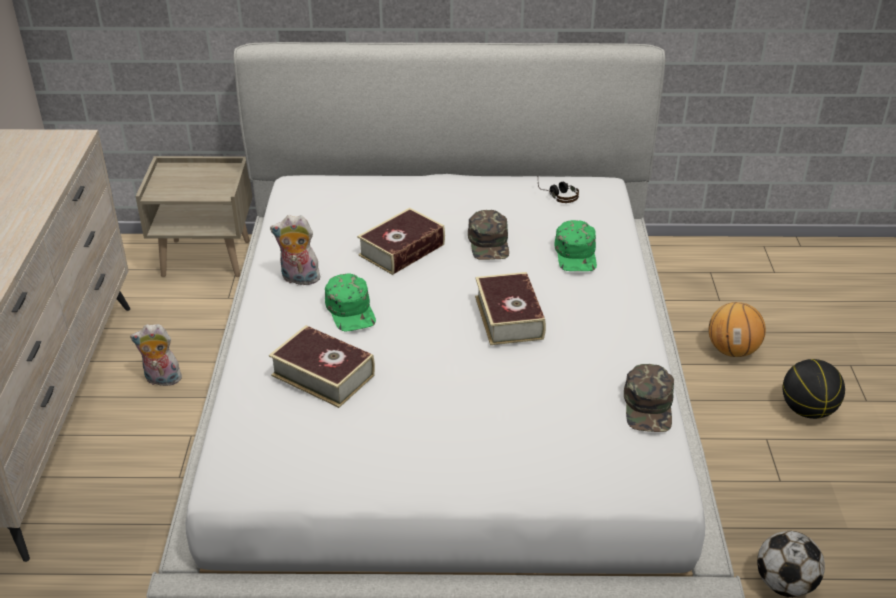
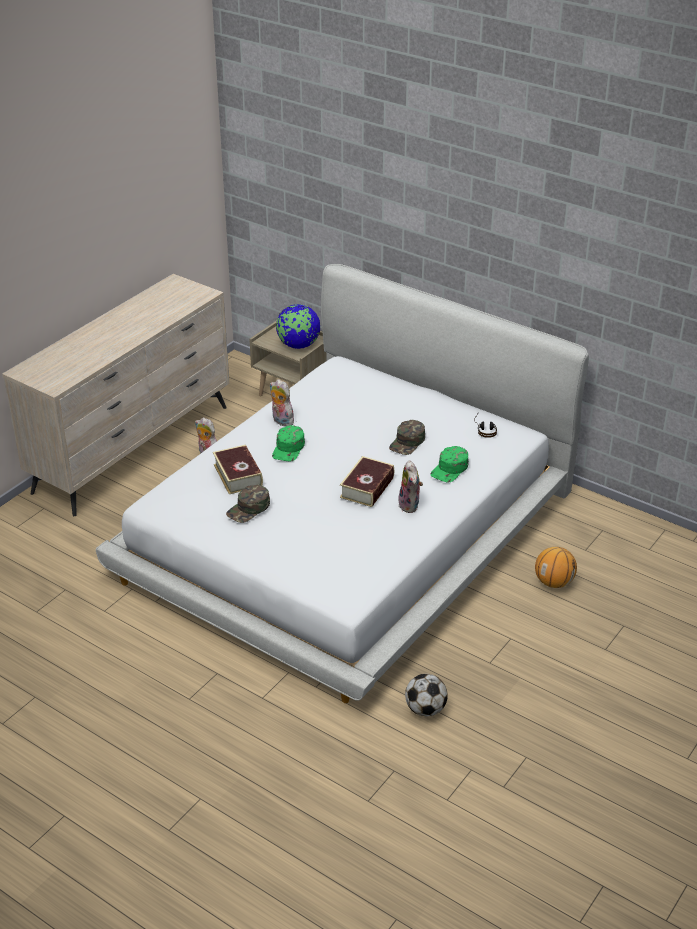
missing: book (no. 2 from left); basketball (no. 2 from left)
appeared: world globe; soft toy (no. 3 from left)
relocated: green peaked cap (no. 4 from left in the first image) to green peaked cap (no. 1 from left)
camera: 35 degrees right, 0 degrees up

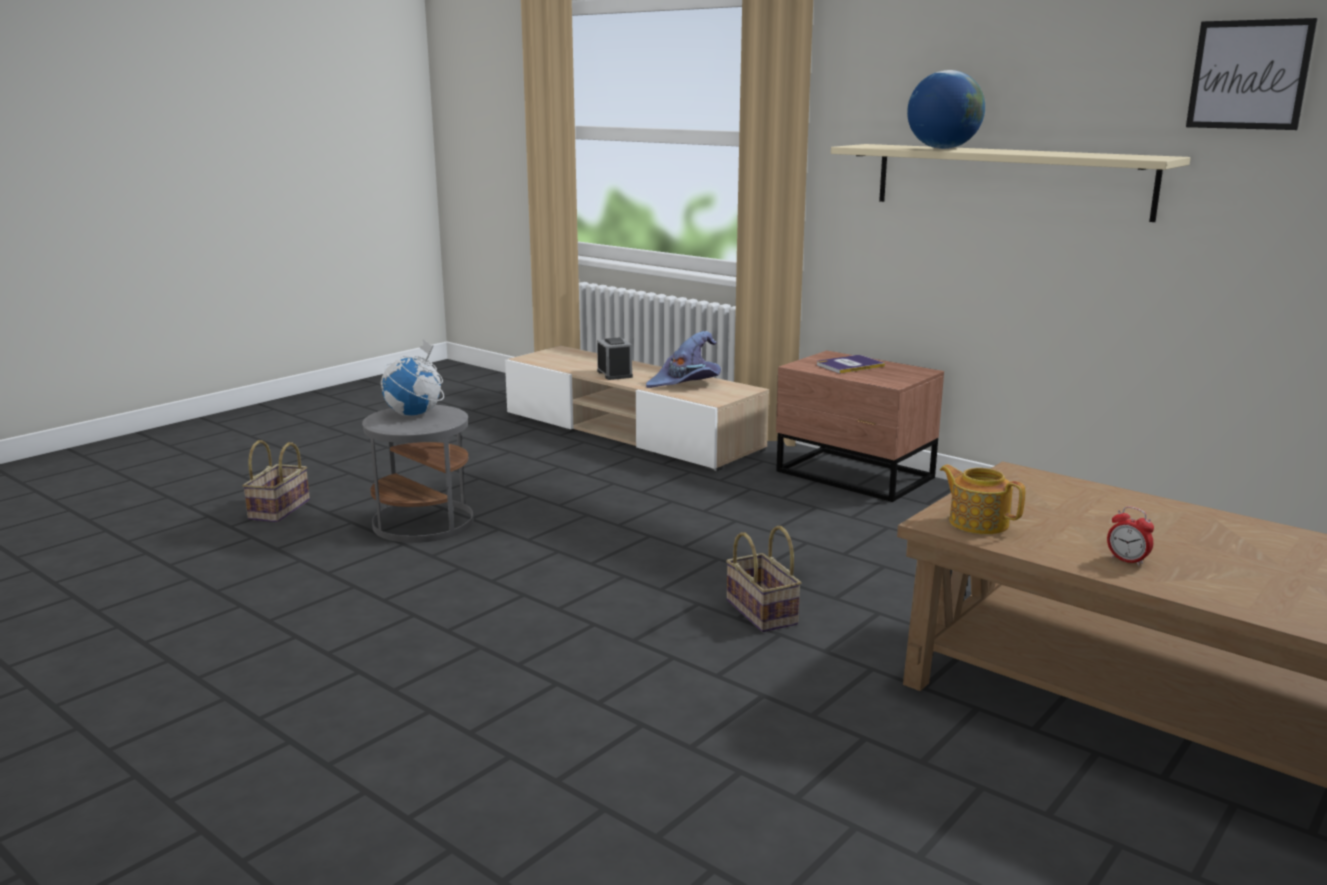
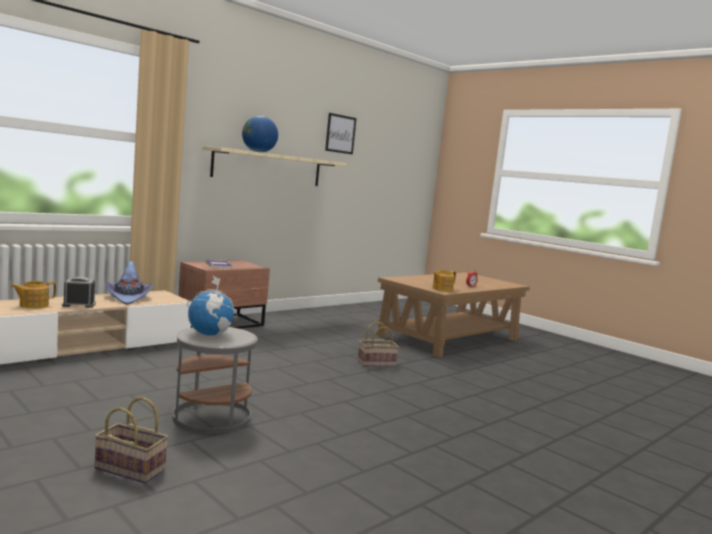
appeared: pot for tea (no. 1 from left)
camera: 85 degrees left, 10 degrees down

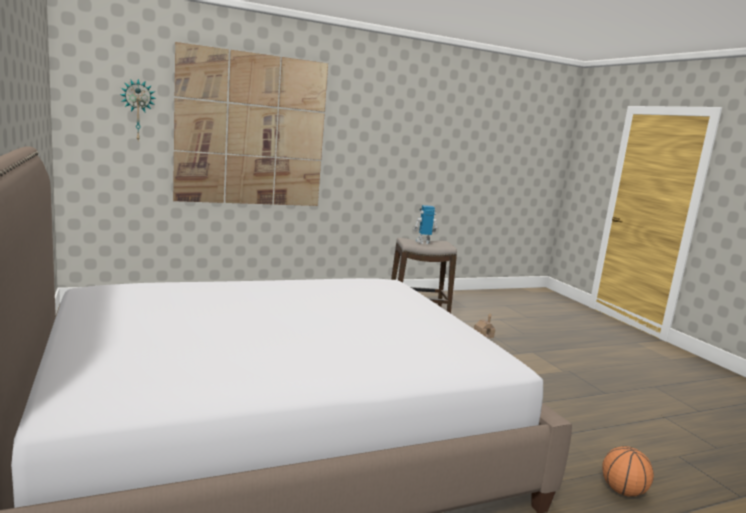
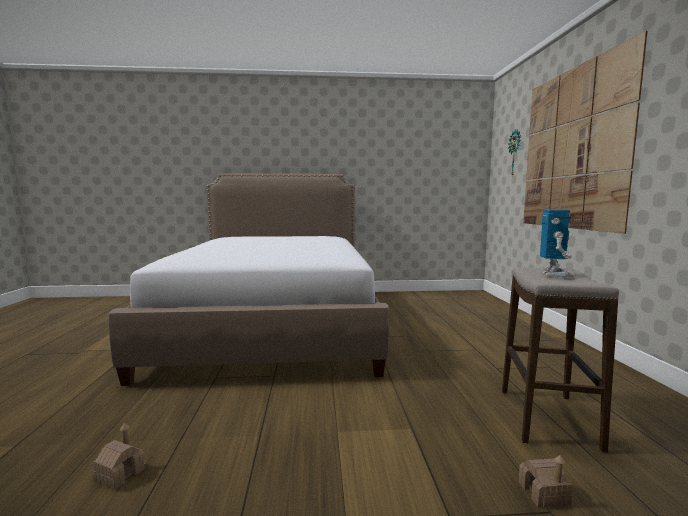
missing: basketball
appeared: miniature house (no. 1 from left)
camera: 110 degrees right, 5 degrees down

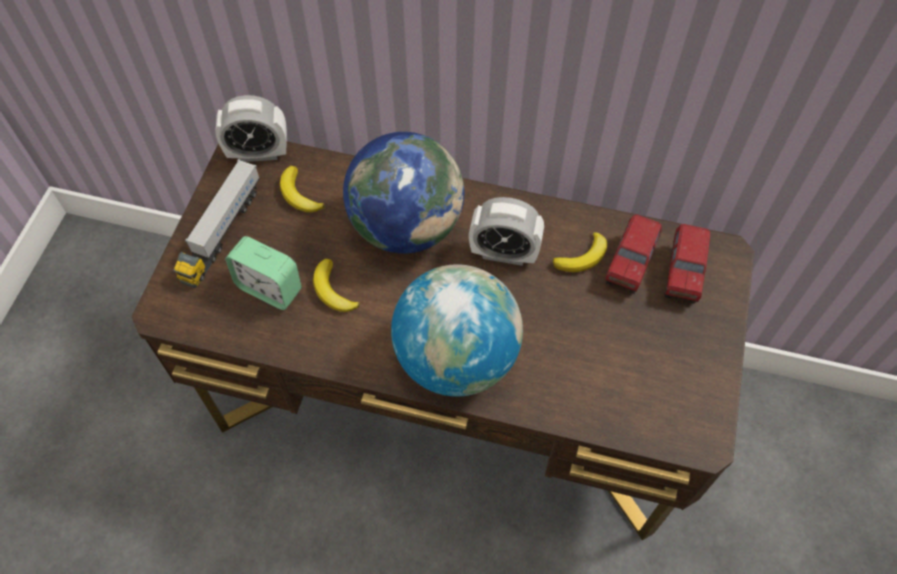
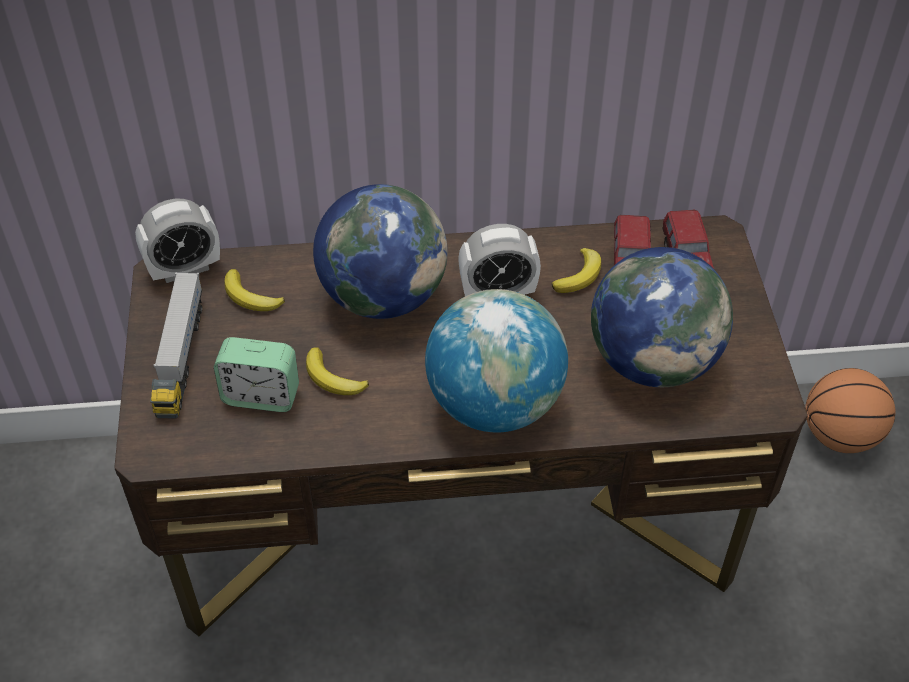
appeared: world globe (no. 3 from left); basketball
camera: 20 degrees left, 10 degrees down

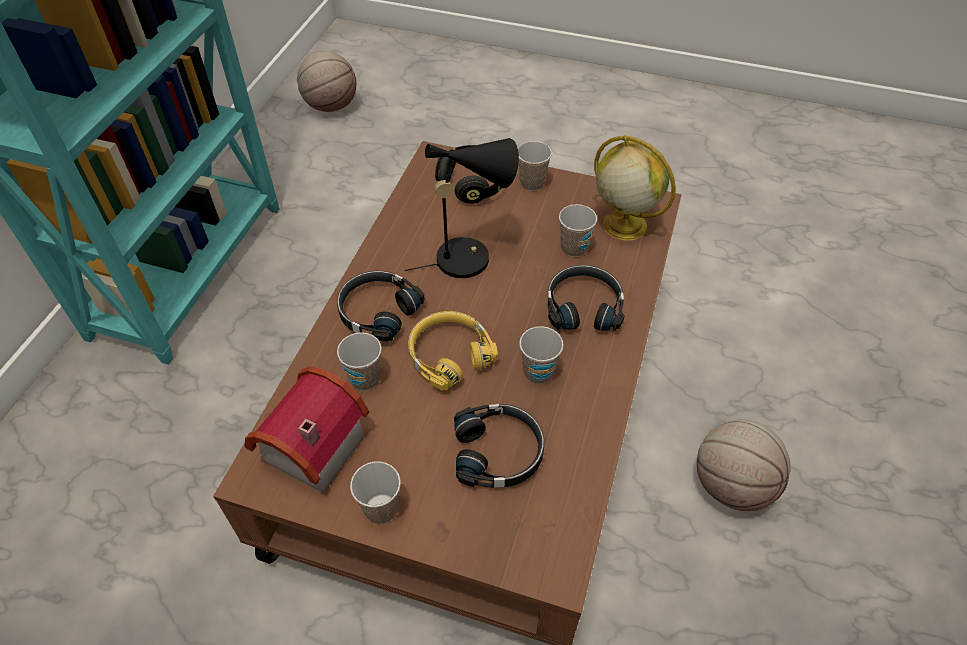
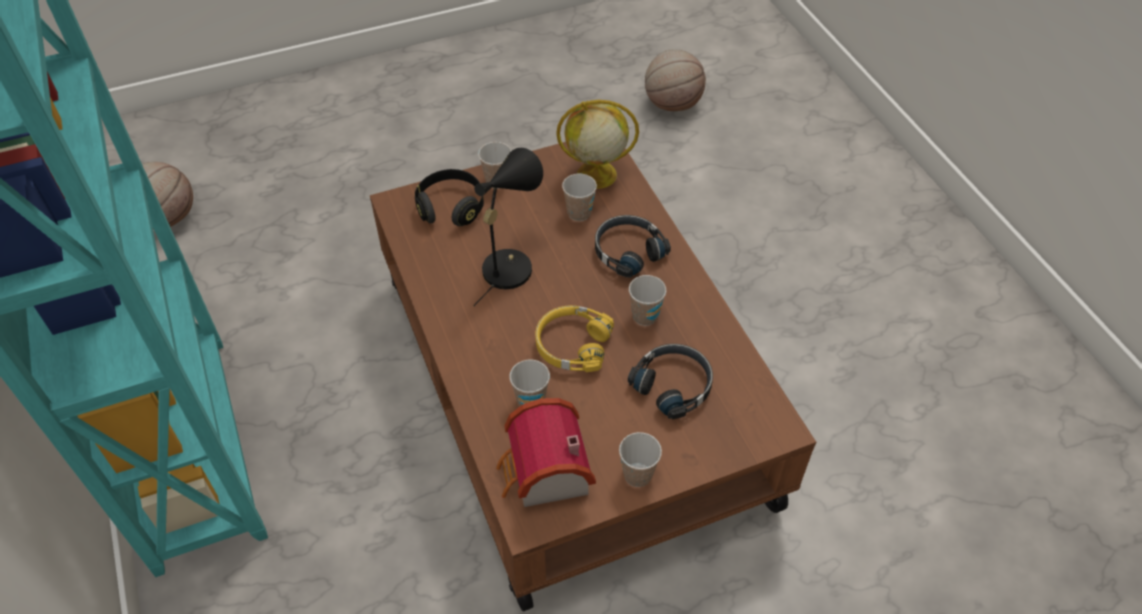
missing: black headset (no. 1 from left)
relocated: basketball (no. 2 from left)
camera: 40 degrees left, 0 degrees up

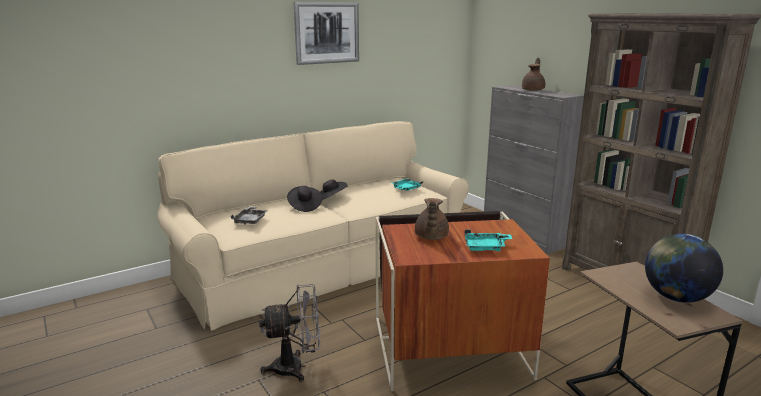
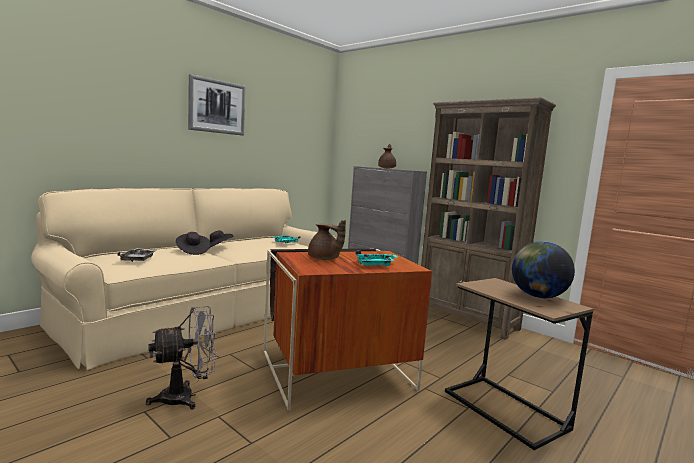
spun: brown-coloured pot for tea (no. 1 from left) 45 degrees counterclockwise
camera: 15 degrees left, 10 degrees down

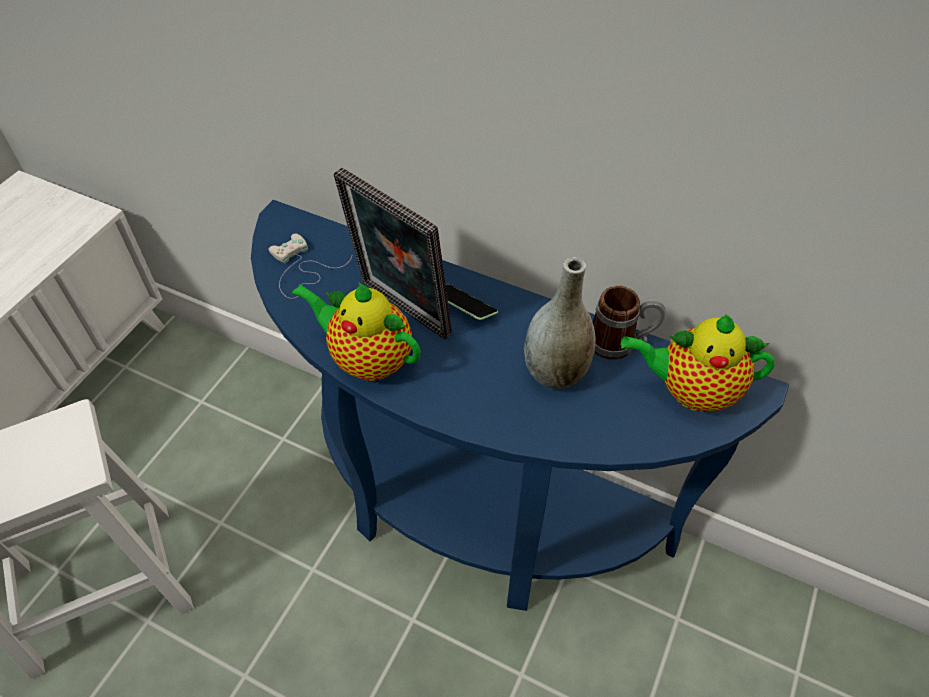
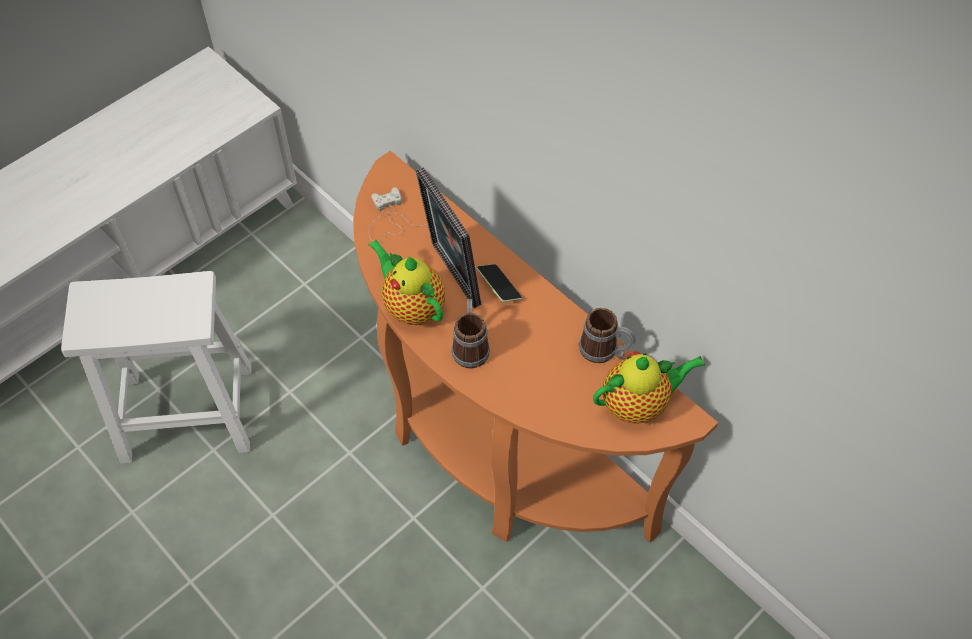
missing: gray flower vase
appeared: coffee mug (no. 1 from left)
colour: blue narrow table to orange narrow table
spun: pot for tea (no. 2 from left) 135 degrees clockwise
camera: 20 degrees right, 5 degrees up

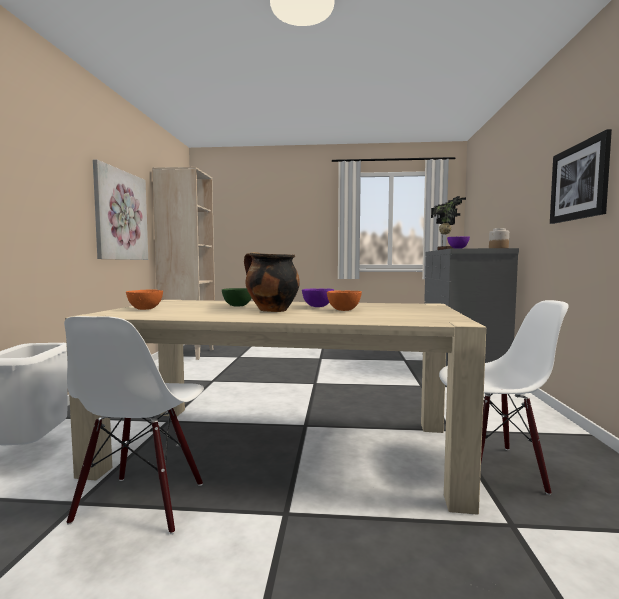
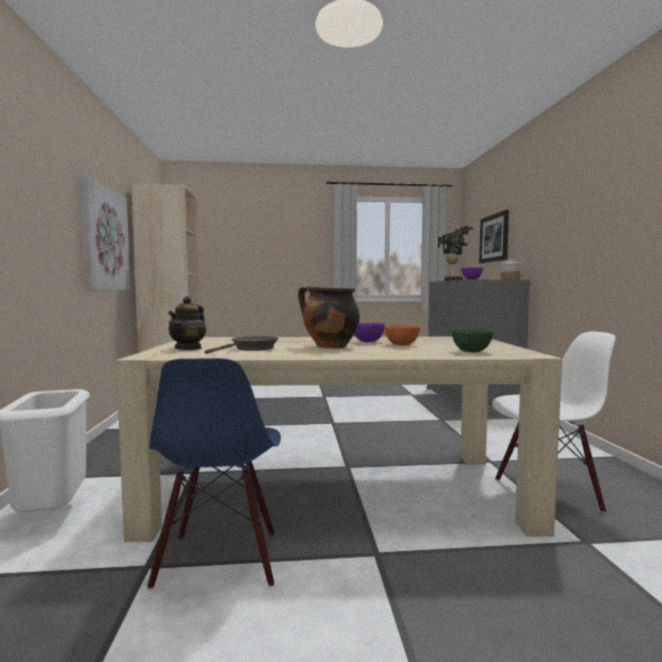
appeared: brown-coloured frying pan
relocated: green deep dish; wall picture (no. 2 from left)
exchanged: orange deep dish (no. 1 from left) to pot for tea
colour: white chair (no. 1 from left) to blue chair
camera: 10 degrees left, 0 degrees up

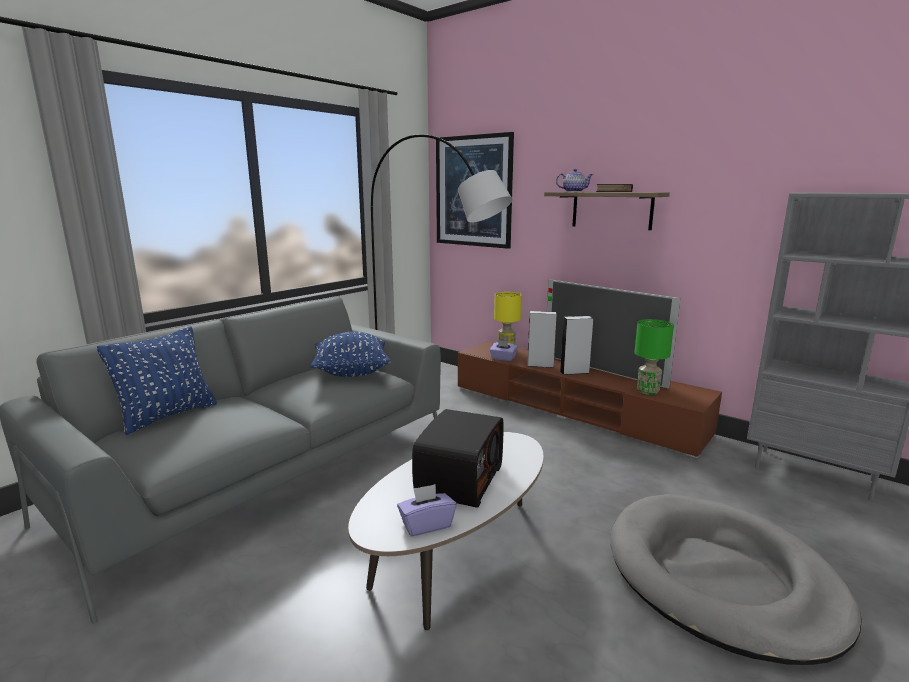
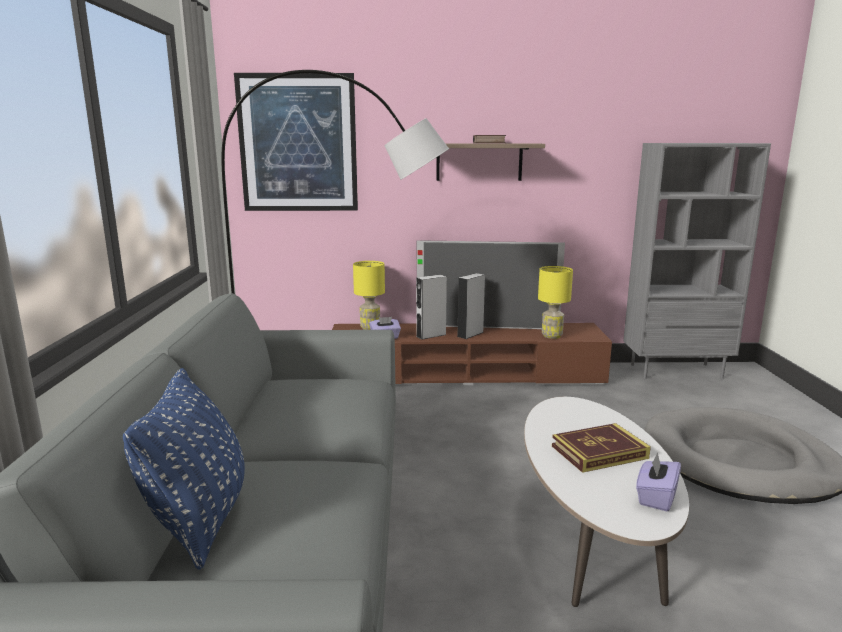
missing: blue pillow (no. 2 from left); pot for tea
exchanged: radio set to book (no. 2 from left)
colour: green table lamp to yellow-coloured table lamp (no. 2 from left)
camera: 40 degrees left, 0 degrees up

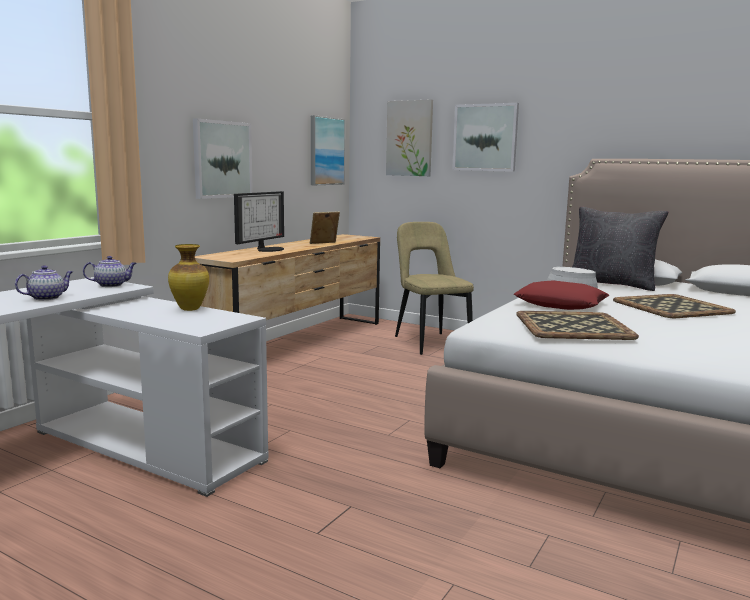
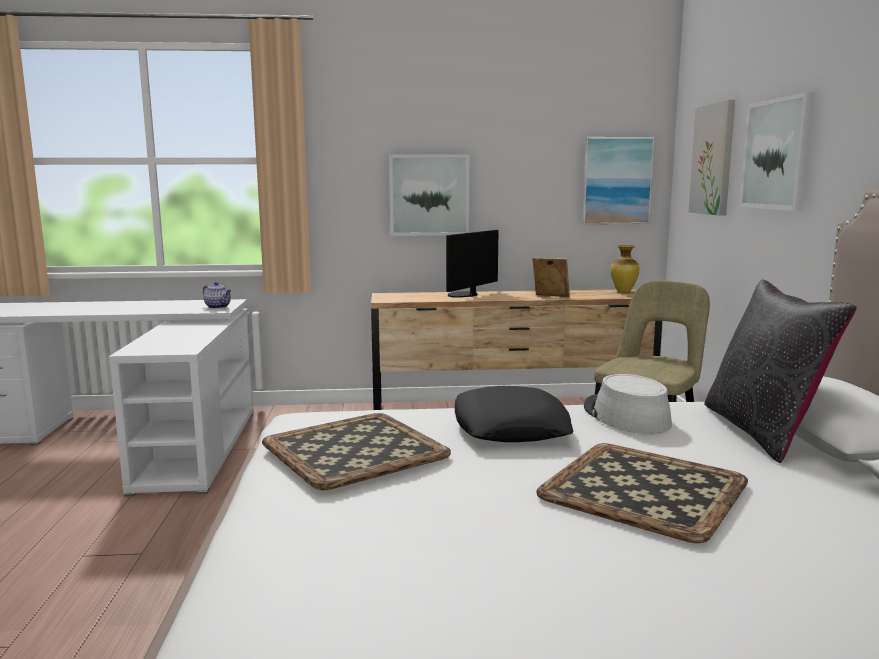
missing: pot for tea (no. 1 from left)
relocated: flower vase
colour: red pillow to black pillow (no. 1 from left)
spun: monitor 135 degrees clockwise
camera: 55 degrees right, 0 degrees up

